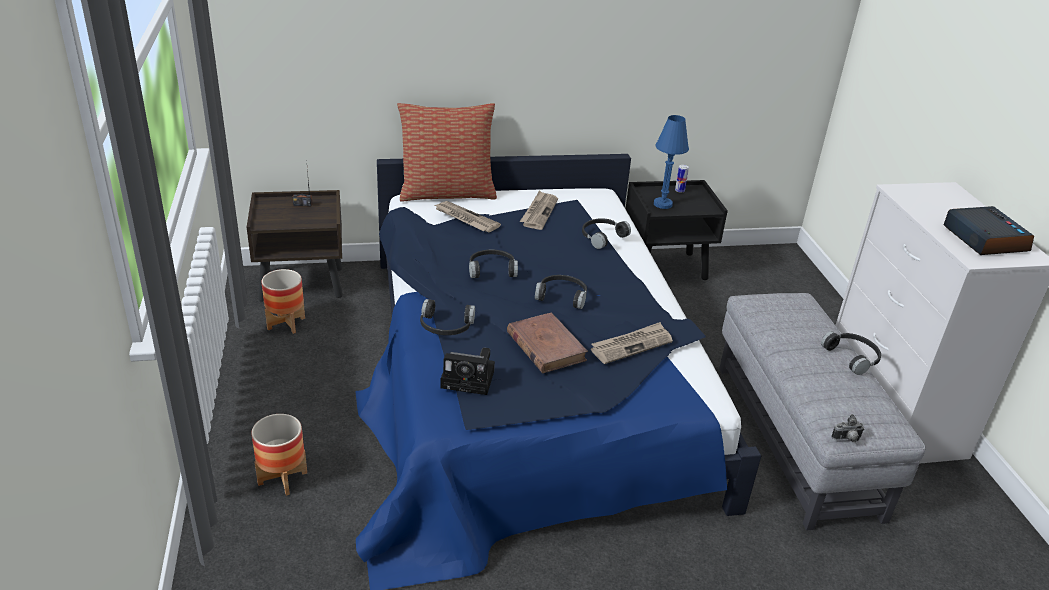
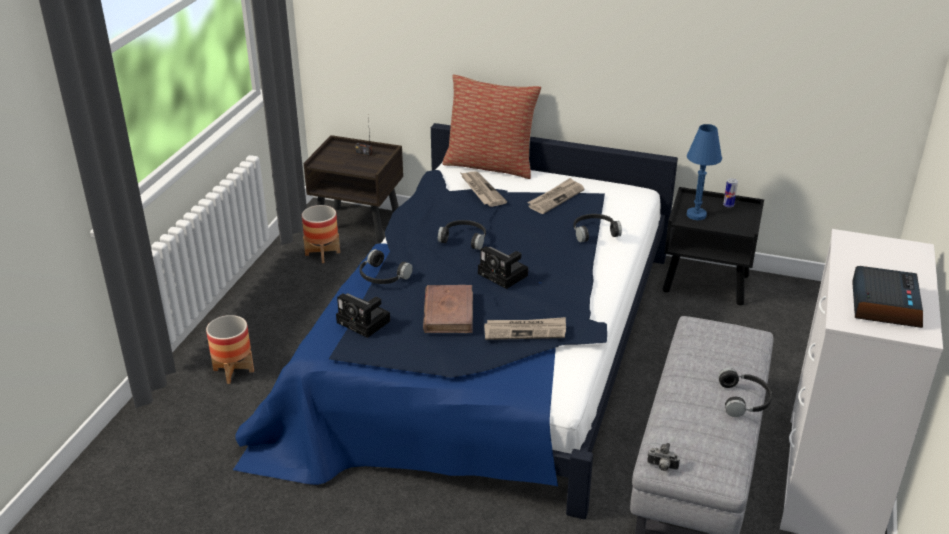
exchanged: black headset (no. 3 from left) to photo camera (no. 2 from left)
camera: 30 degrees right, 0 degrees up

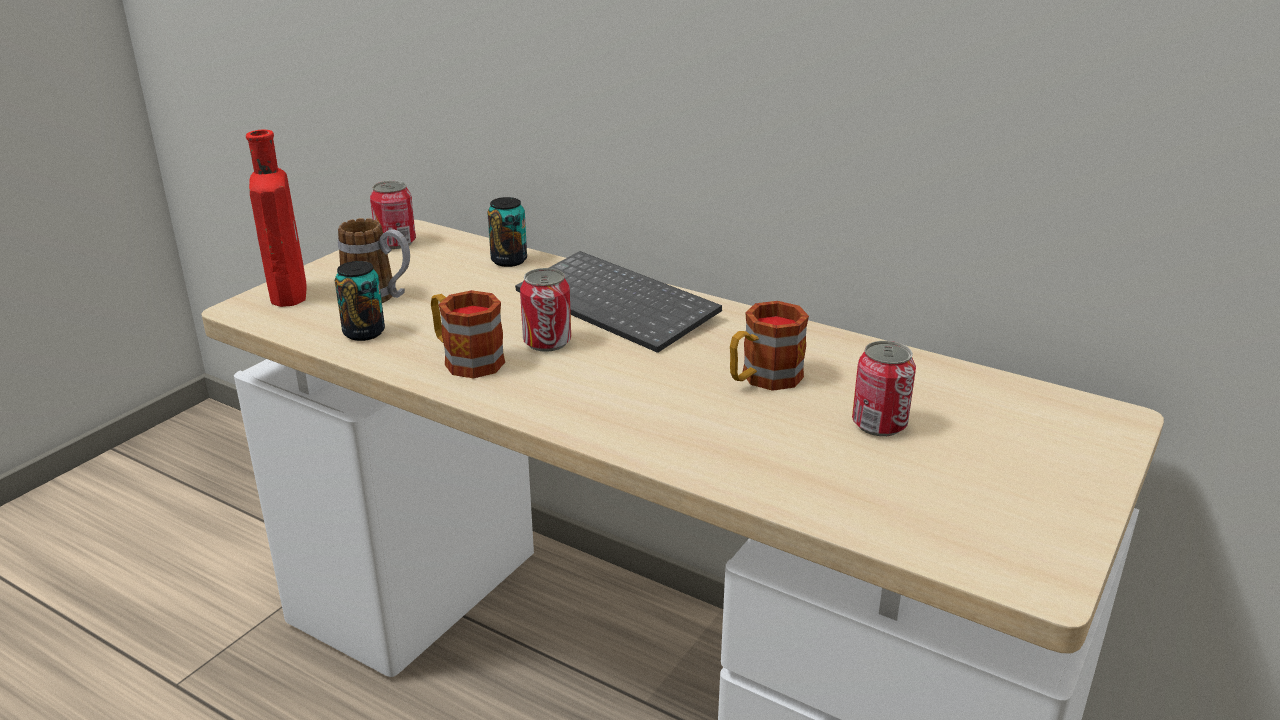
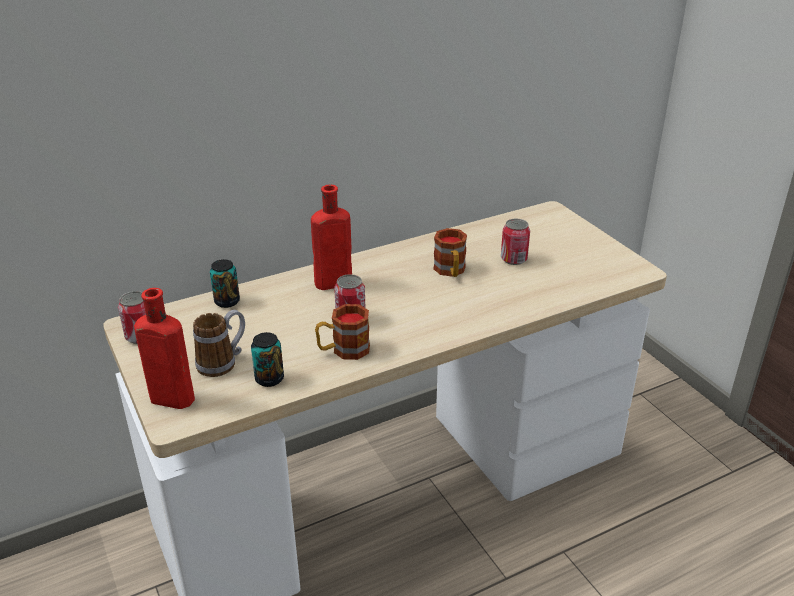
exchanged: PC keyboard to red bottle (no. 2 from left)
camera: 60 degrees left, 5 degrees up

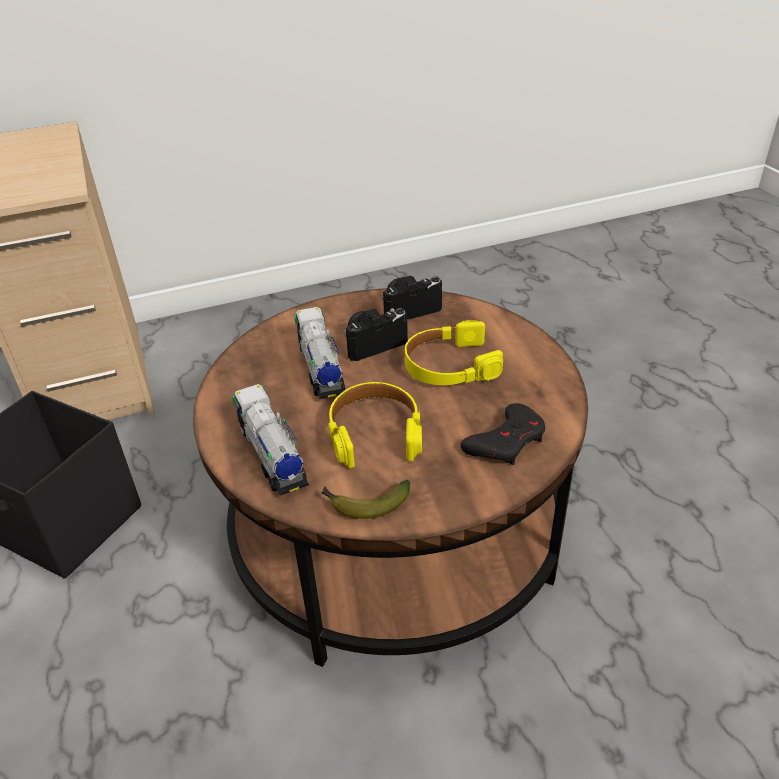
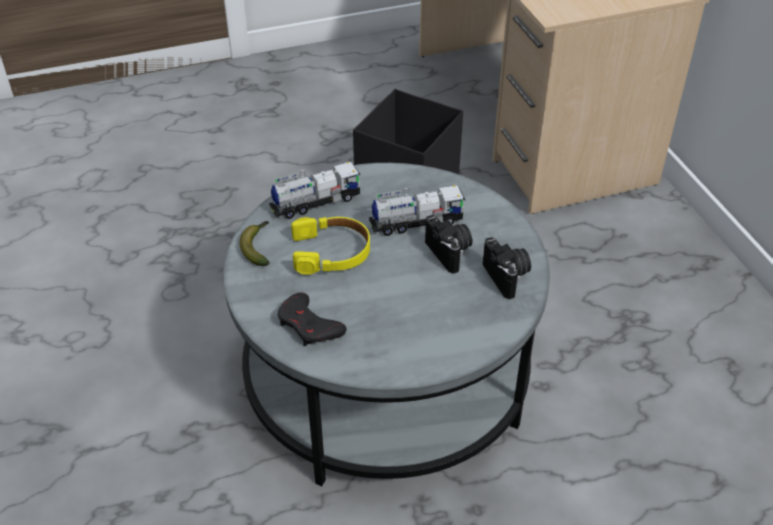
missing: yellow-coloured headset (no. 2 from left)
colour: brown-coloured low table to gray low table
camera: 90 degrees right, 5 degrees up

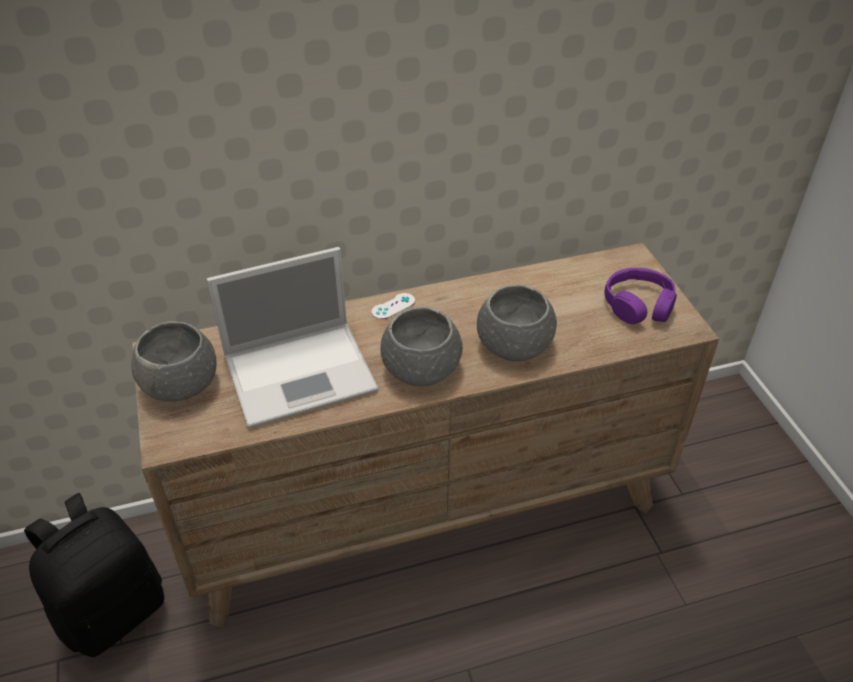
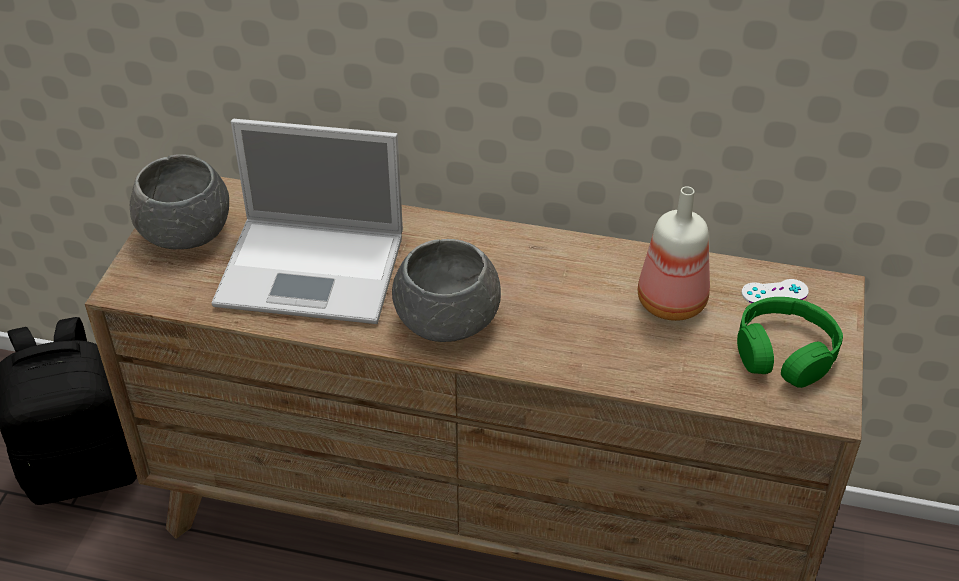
missing: gray deep dish (no. 3 from left)
appeared: bottle
relocated: white game controller
colour: purple headset to green headset
camera: 30 degrees right, 0 degrees up

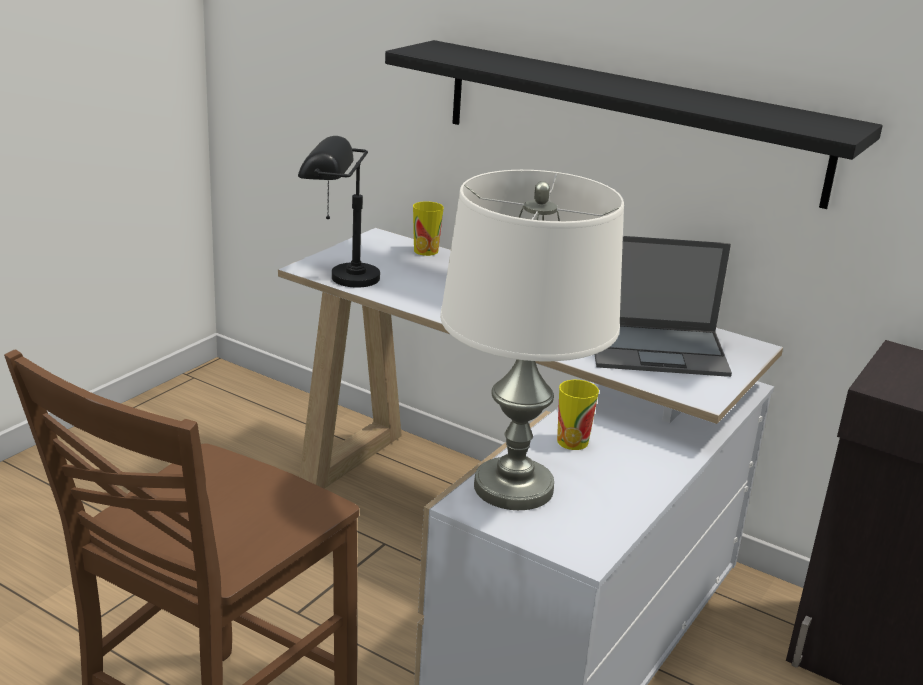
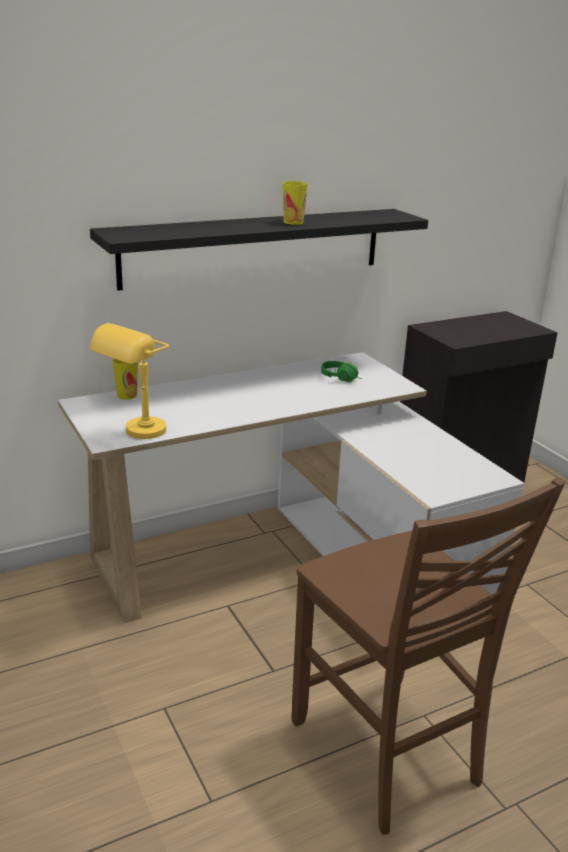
missing: white table lamp
relocated: cup (no. 2 from left)
exchanged: portable computer to green headset
colour: black table lamp to yellow-coloured table lamp
camera: 60 degrees left, 0 degrees up

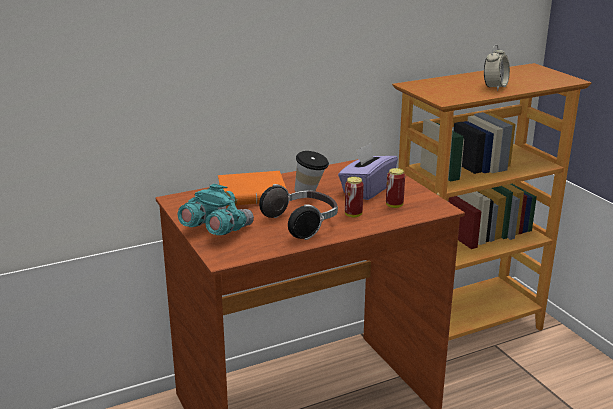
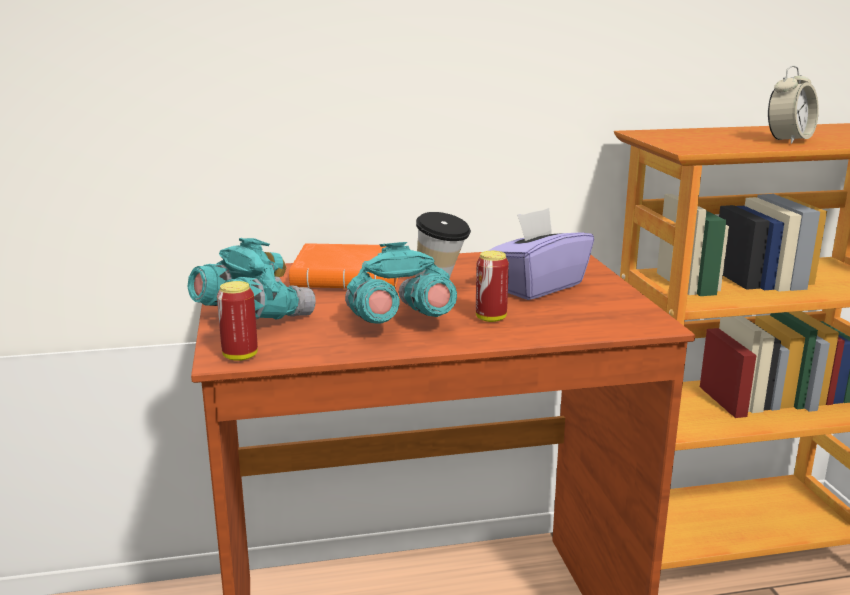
relocated: metal can (no. 2 from left in the first image) to metal can (no. 1 from left)
exchanged: headset to turquoise field glasses (no. 2 from left)
camera: 15 degrees right, 5 degrees down

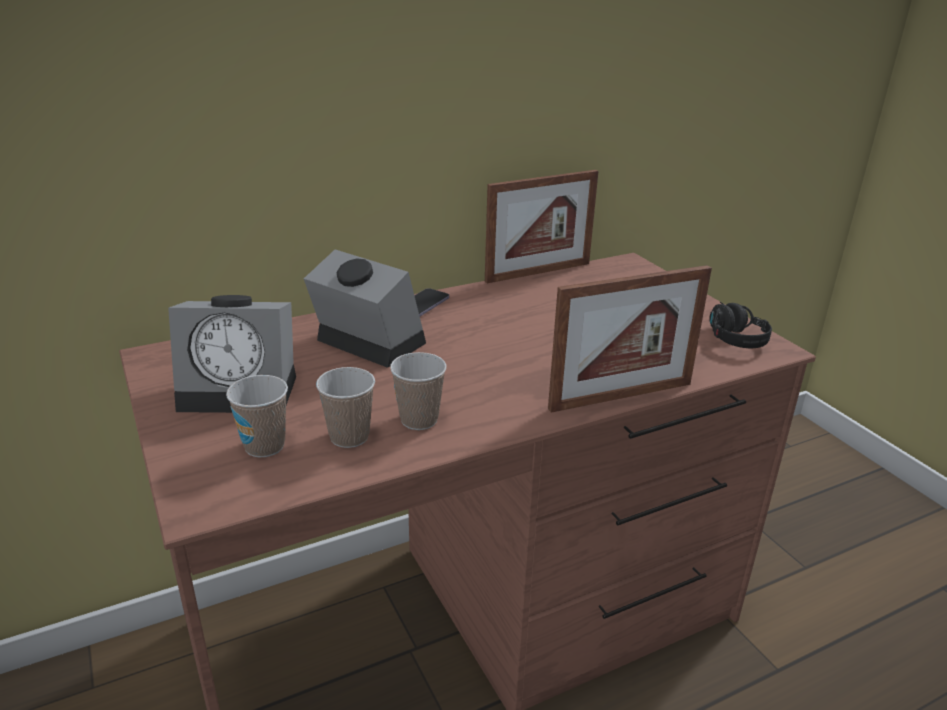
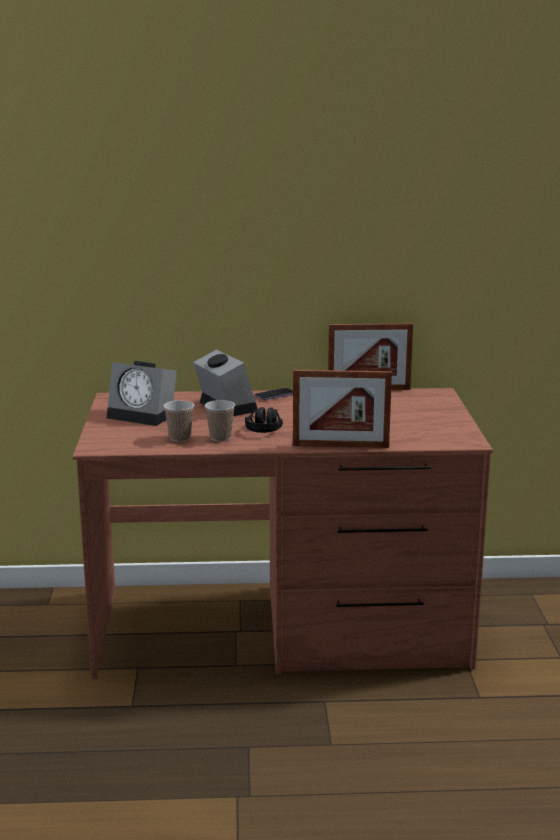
missing: cup (no. 1 from left)
relocated: black headset
camera: 25 degrees right, 10 degrees down

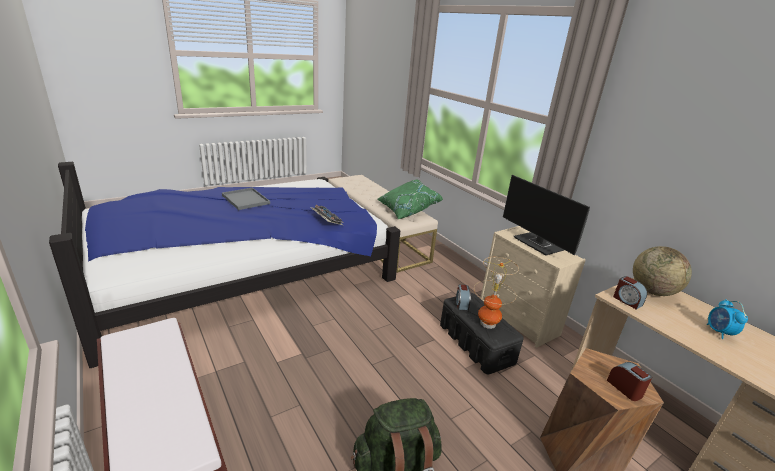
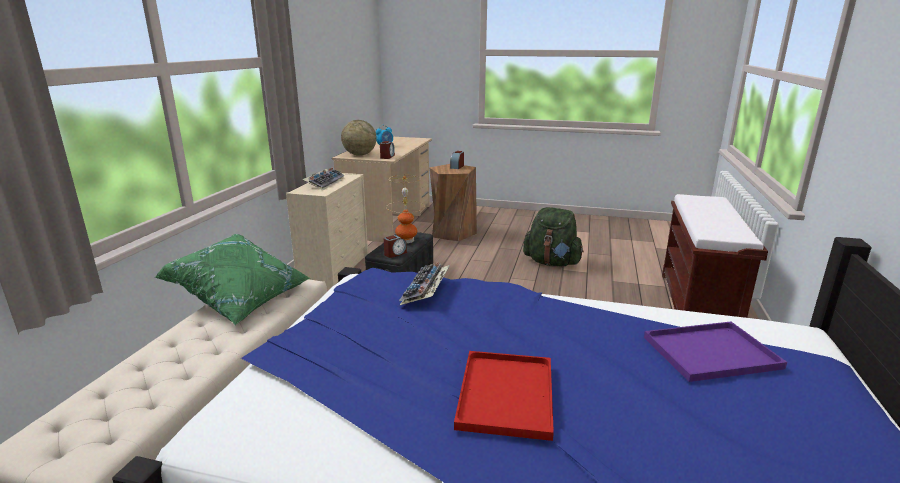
appeared: purple serving tray
exchanged: monitor to PC keyboard (no. 1 from left)
colour: gray serving tray to red serving tray
camera: 130 degrees left, 5 degrees down

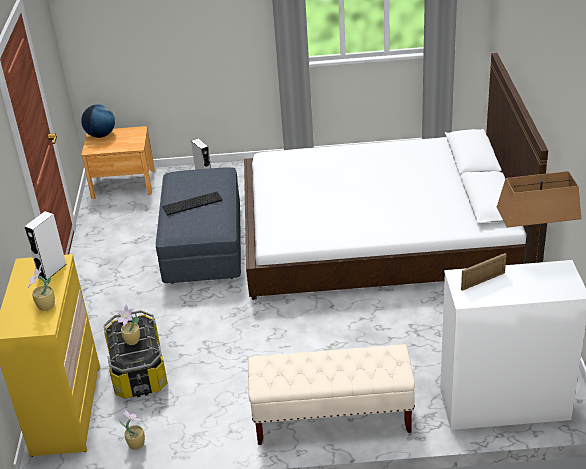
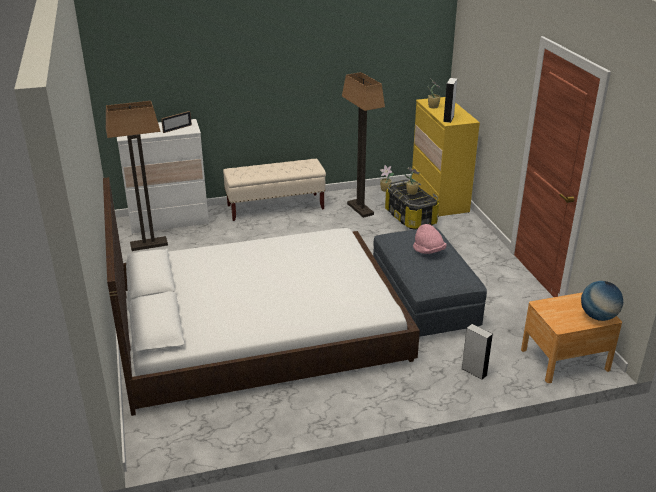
appeared: standing lamp (no. 2 from left)
exchanged: PC keyboard to pinkish wearable hat
camera: 165 degrees right, 5 degrees down

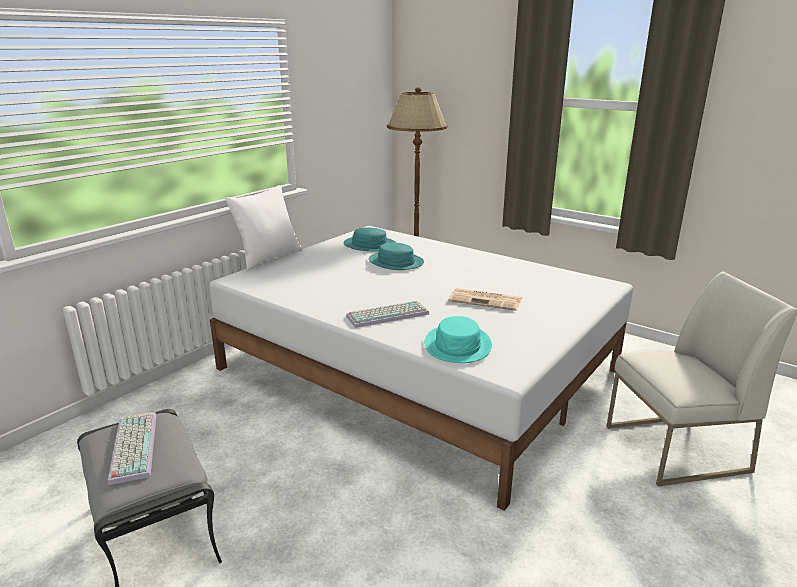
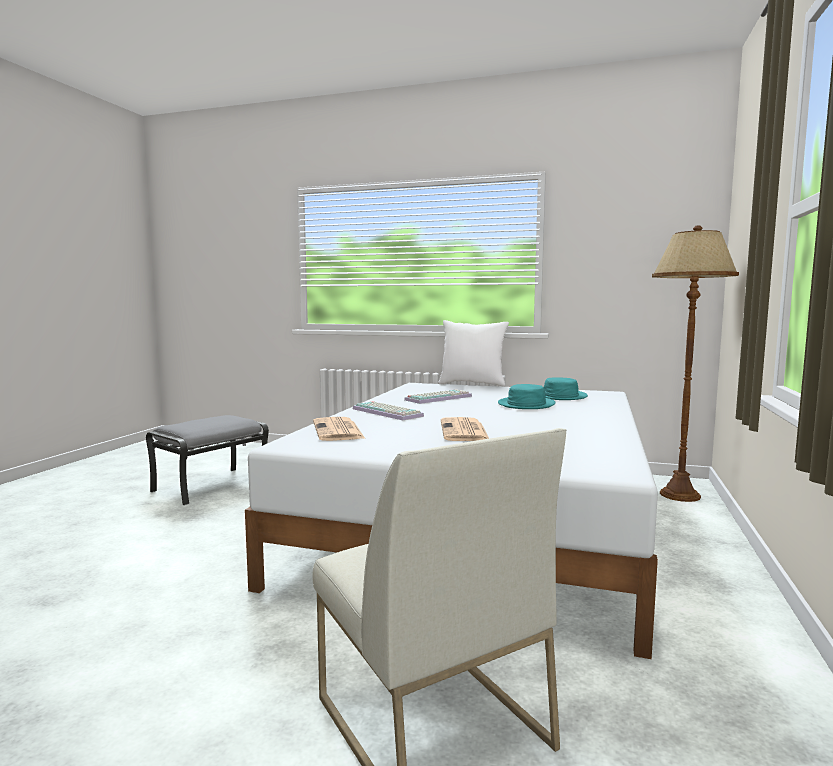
relocated: PC keyboard (no. 1 from left in the first image) to PC keyboard (no. 2 from left)
exchanged: turquoise wearable hat (no. 3 from left) to printed paper (no. 1 from left)
camera: 70 degrees right, 15 degrees down

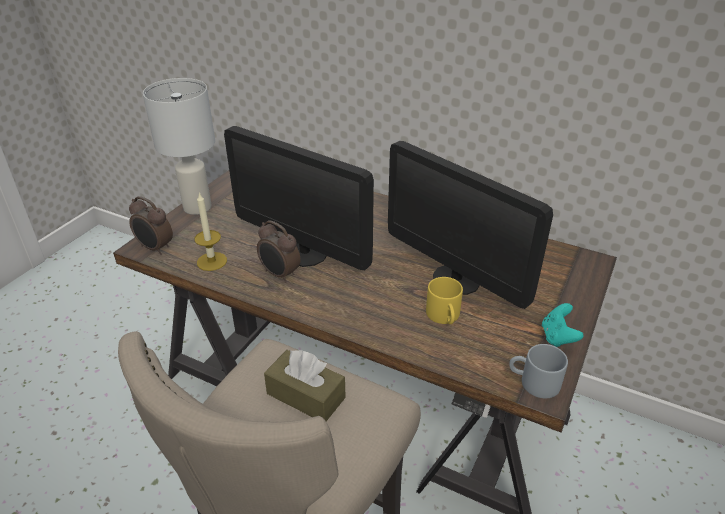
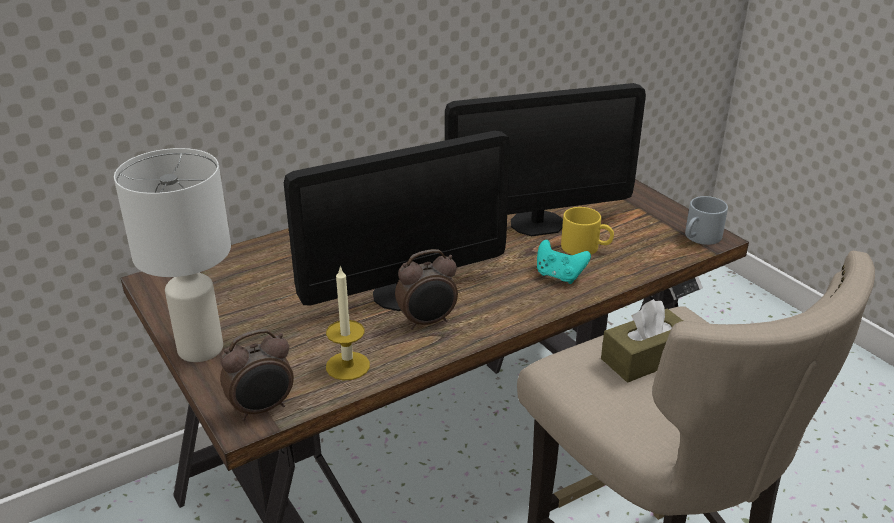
relocated: turquoise game controller
camera: 60 degrees left, 5 degrees down

